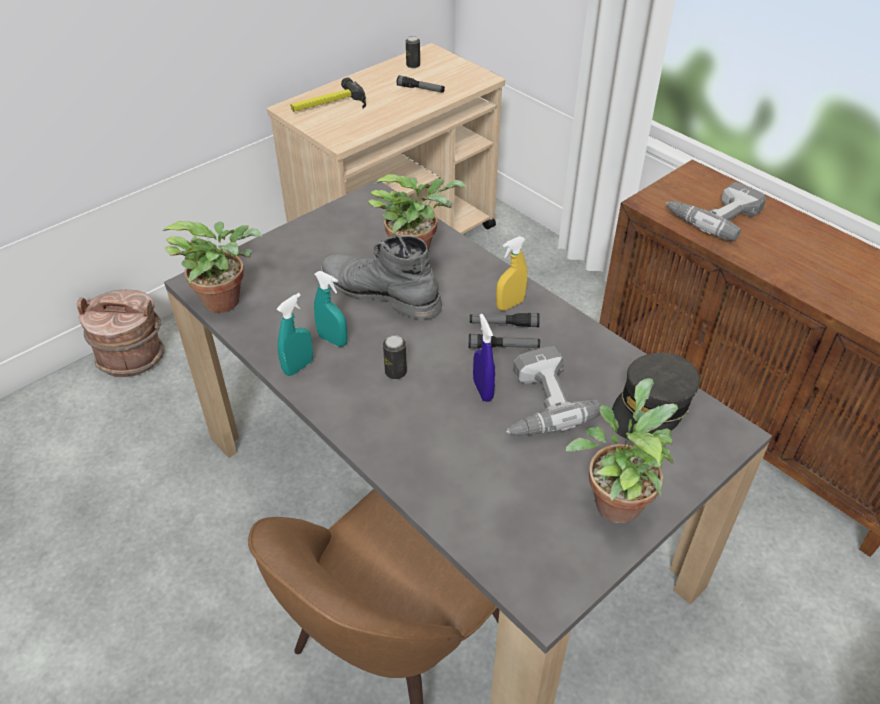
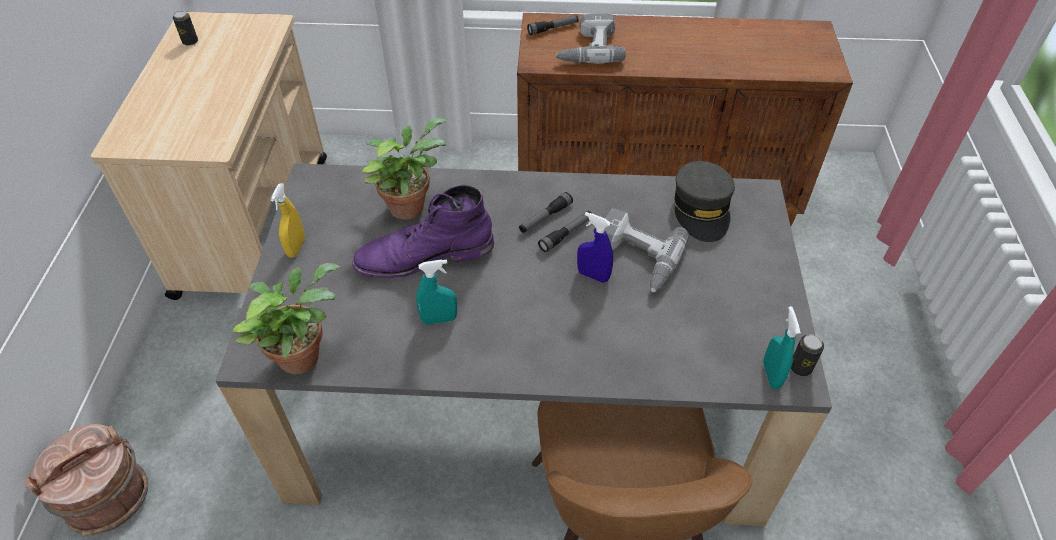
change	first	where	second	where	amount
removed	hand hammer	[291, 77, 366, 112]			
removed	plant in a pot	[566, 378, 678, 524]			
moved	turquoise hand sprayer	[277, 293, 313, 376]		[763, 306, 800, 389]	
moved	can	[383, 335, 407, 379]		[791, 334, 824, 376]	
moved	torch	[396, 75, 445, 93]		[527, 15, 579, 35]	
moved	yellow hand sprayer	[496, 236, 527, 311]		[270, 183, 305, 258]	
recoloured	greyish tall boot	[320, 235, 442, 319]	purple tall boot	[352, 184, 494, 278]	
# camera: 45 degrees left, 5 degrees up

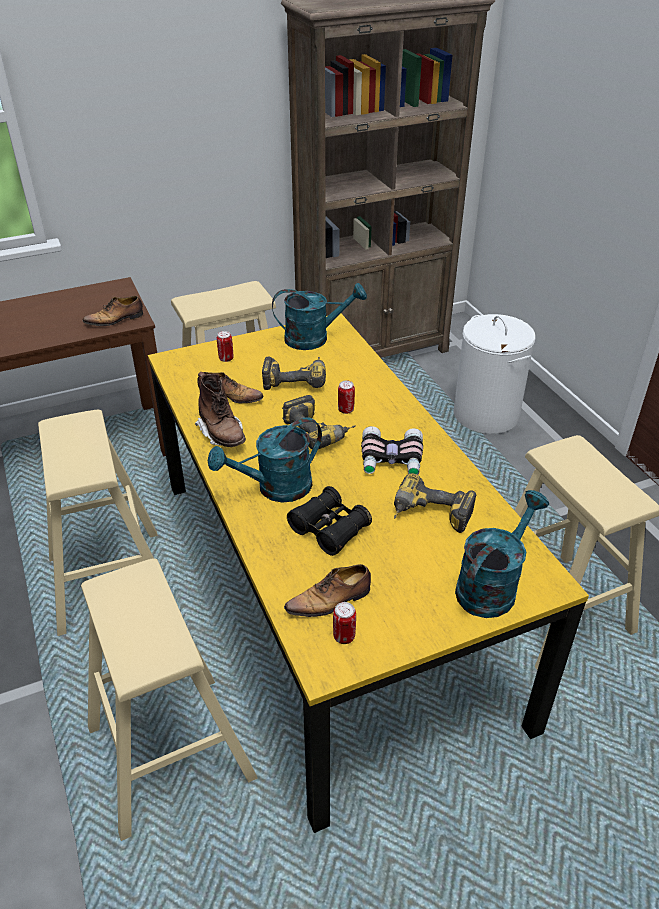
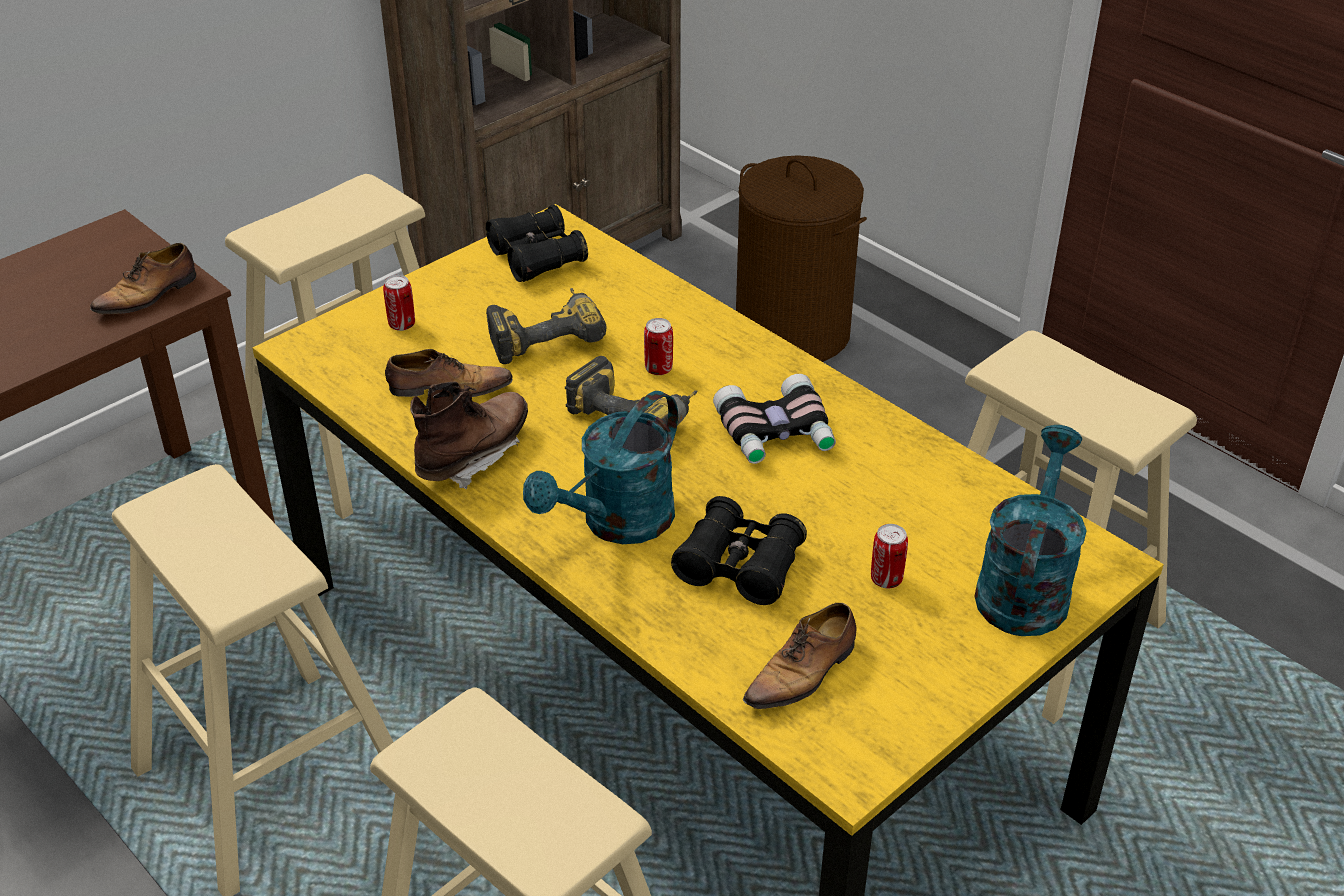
change	first	where	second	where	amount
removed	power drill	[394, 473, 476, 533]			
moved	can	[333, 602, 356, 644]		[871, 524, 908, 588]	
replaced	turquoise watering can	[272, 283, 367, 350]	blackish binoculars	[486, 205, 588, 282]	
recoloured	whitish hamper	[453, 314, 536, 434]	brown hamper	[736, 155, 867, 362]	
turned	brown tall boot	[195, 372, 246, 447]		[410, 381, 528, 489]	90 degrees counterclockwise
# camera: 20 degrees left, 0 degrees up

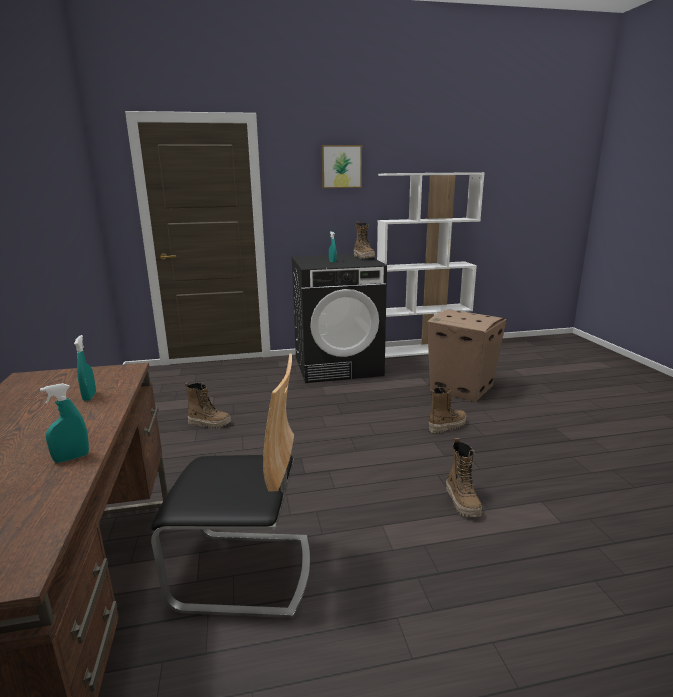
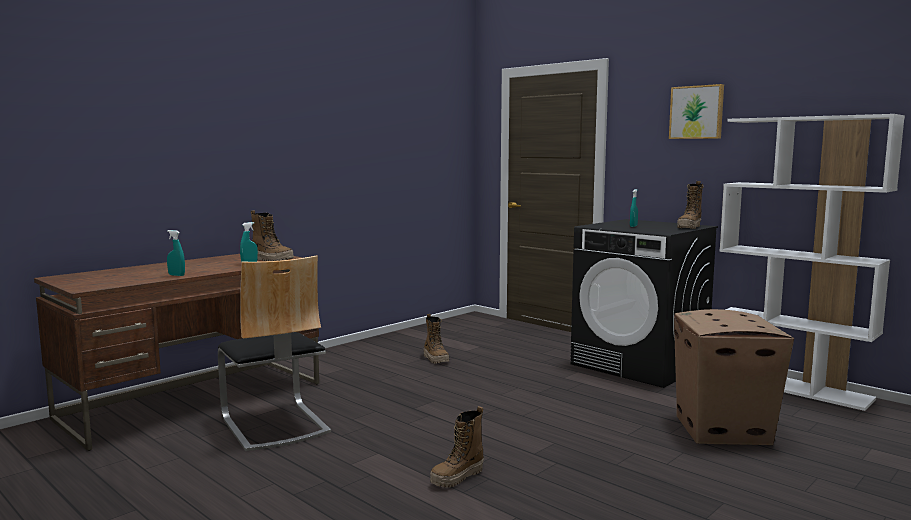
change	first	where	second	where	amount
moved	tall boot	[429, 387, 467, 433]		[251, 210, 294, 261]	
# camera: 55 degrees right, 10 degrees down

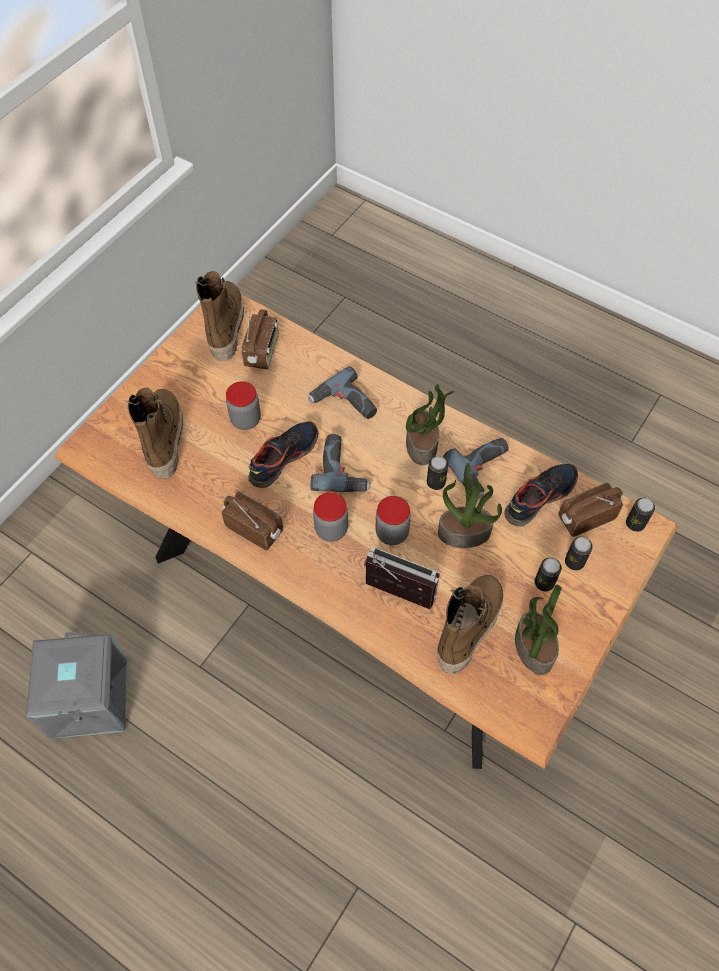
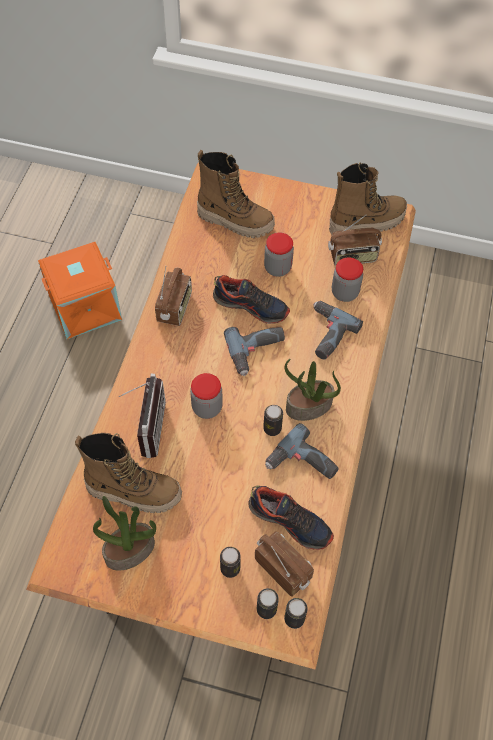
change	first	where	second	where	amount
removed	plant in a pot	[438, 463, 502, 548]			
moved	jar	[313, 492, 348, 542]		[332, 257, 363, 302]	
moved	can	[535, 558, 562, 592]		[257, 588, 279, 619]	
recoloured	greyish storage bin	[26, 631, 128, 739]	orangey storage bin	[38, 242, 122, 339]	
turned	tall boot	[126, 387, 183, 479]		[197, 150, 275, 238]	45 degrees clockwise
# camera: 70 degrees right, 0 degrees up

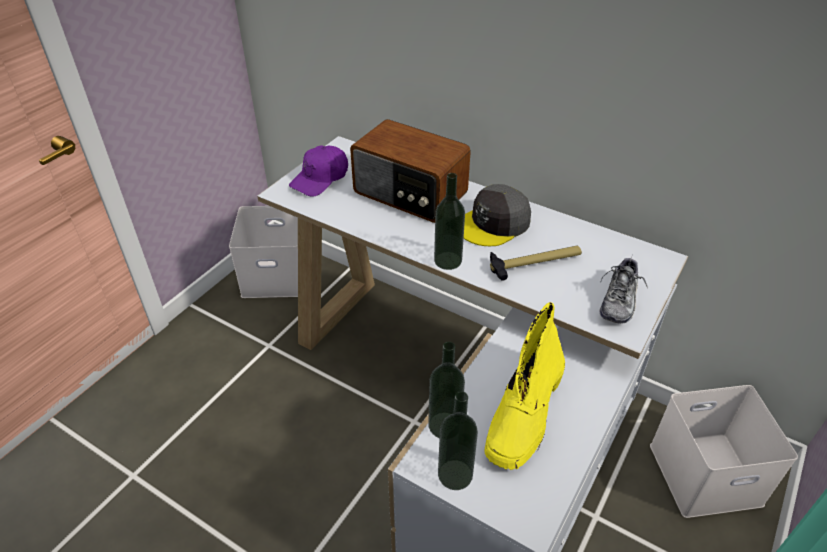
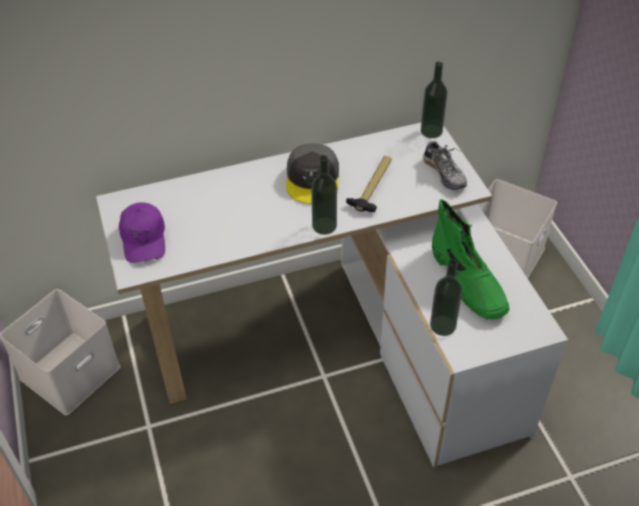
change	first	where	second	where	amount
removed	radio set	[350, 119, 471, 223]			
moved	drink bottle	[438, 391, 478, 490]		[421, 62, 448, 138]	
recoloured	yellow tall boot	[484, 302, 565, 470]	green tall boot	[432, 199, 509, 320]	
# camera: 50 degrees left, 5 degrees up

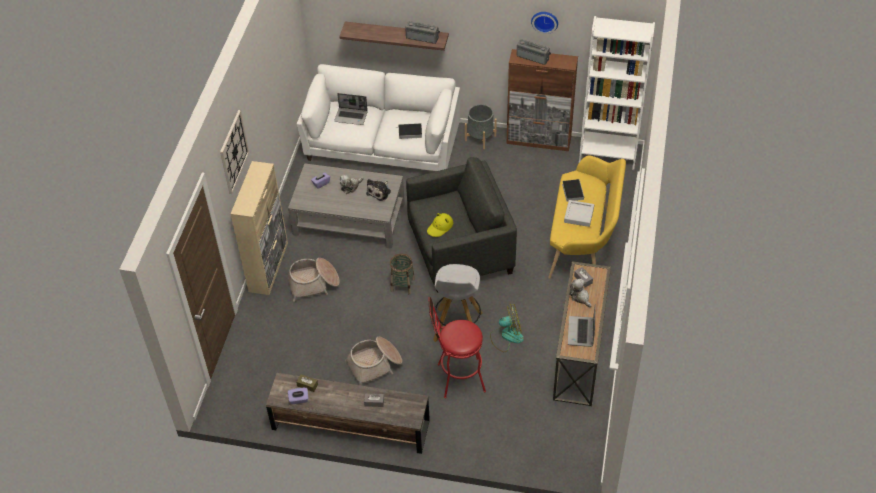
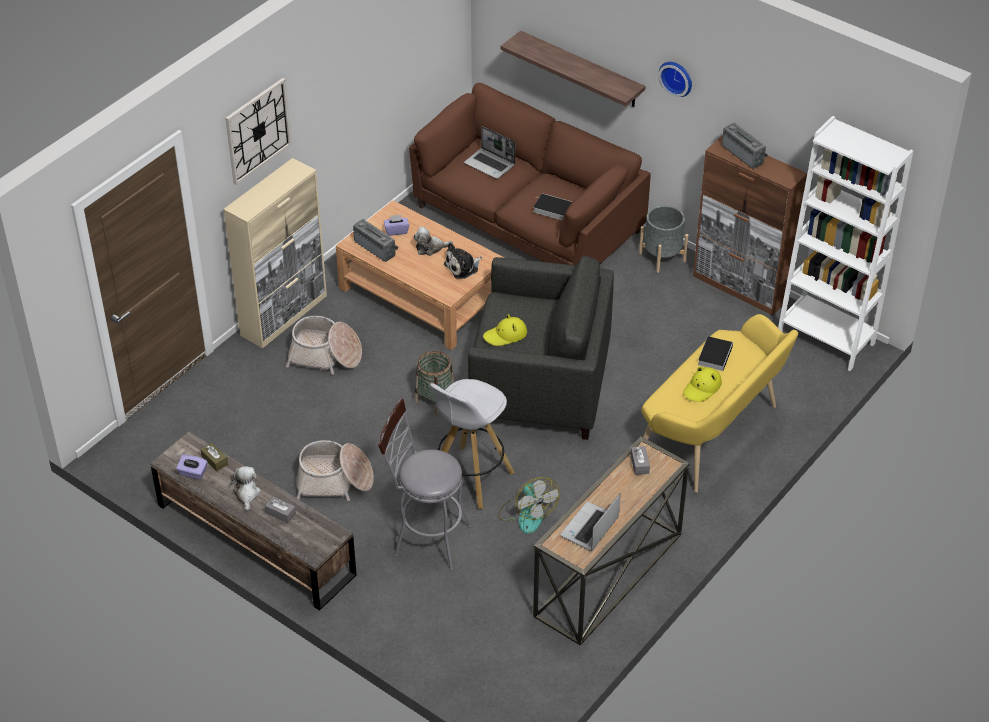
change	first	where	second	where	amount
moved	radio set	[405, 21, 440, 44]		[353, 219, 398, 262]	
moved	wall clock	[531, 12, 558, 34]		[658, 62, 692, 97]	
moved	soft toy	[570, 279, 591, 308]		[230, 466, 261, 511]	
replaced	greyish tray	[564, 200, 594, 227]	yellow clothing hat	[683, 366, 722, 402]	
recoloured	greyish lounge table	[288, 163, 405, 249]	brown lounge table	[336, 200, 505, 350]	
recoloured	whitish sofa	[297, 64, 460, 171]	brown sofa	[409, 83, 651, 266]	
recoloured	reddish stool	[429, 297, 486, 398]	greyish stool	[378, 398, 471, 571]	
turned	fan	[490, 303, 524, 352]		[498, 477, 559, 534]	45 degrees clockwise
# camera: 25 degrees right, 5 degrees down

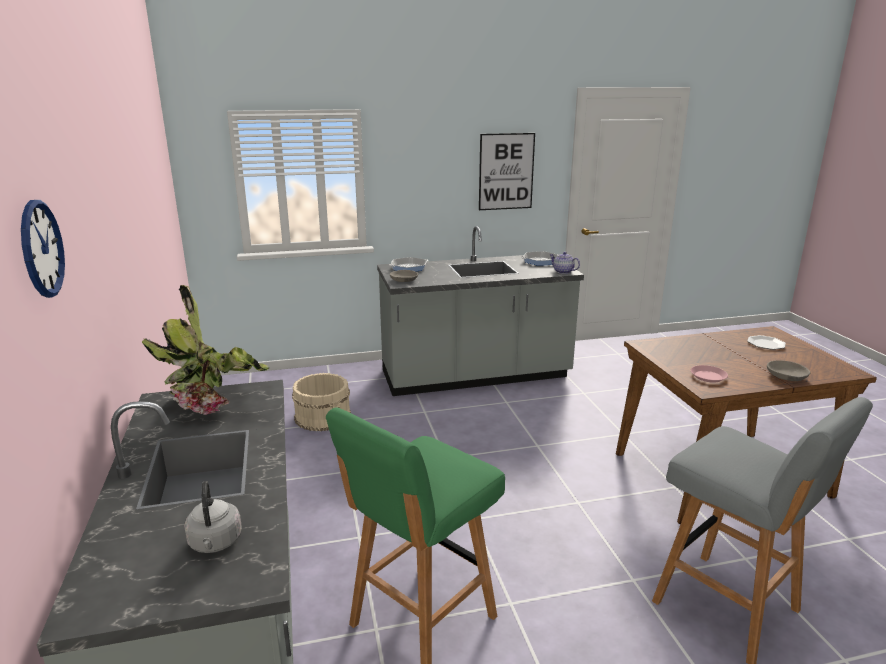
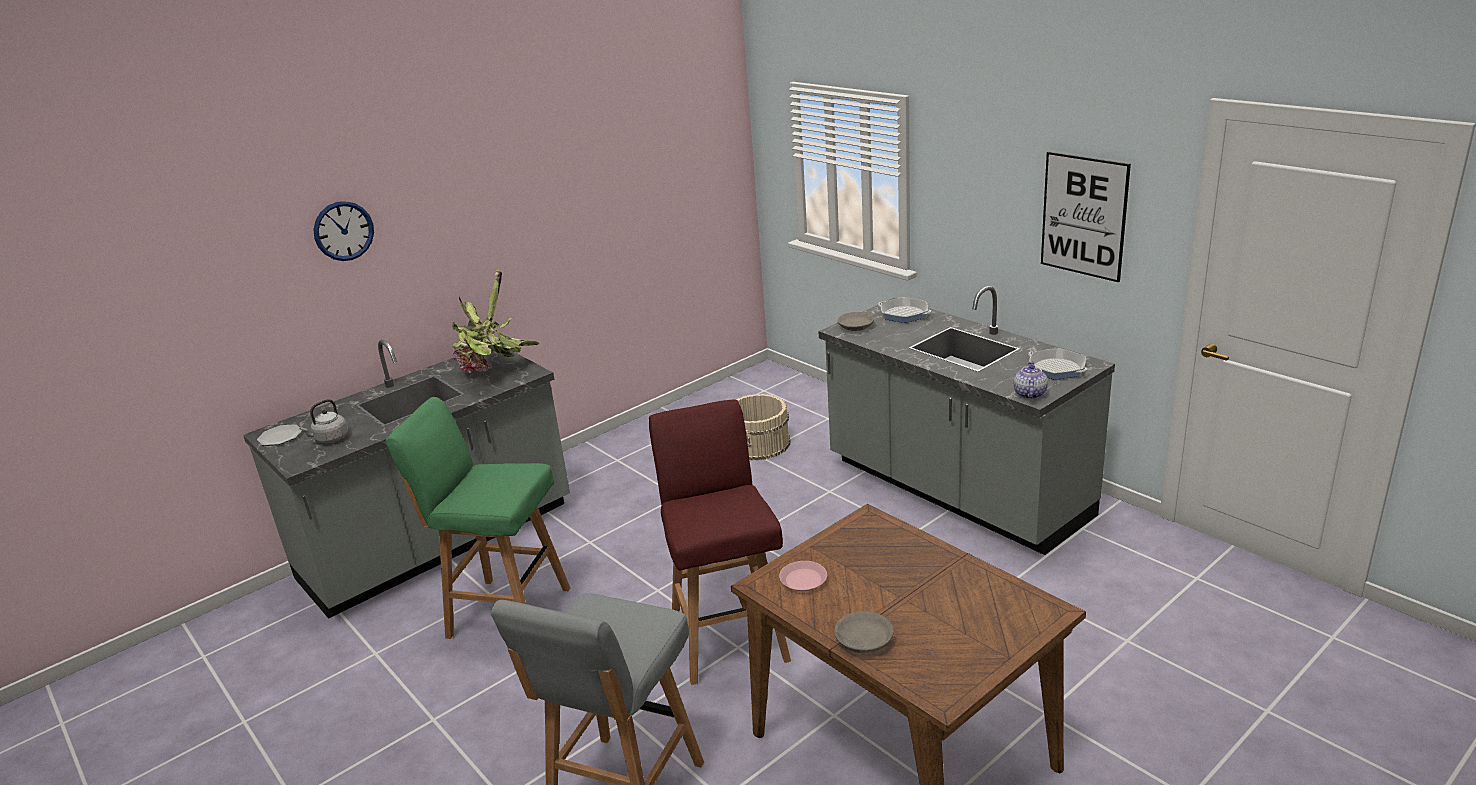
change	first	where	second	where	amount
added			reddish stool	[649, 399, 791, 685]	
moved	flat dish	[747, 335, 786, 350]		[257, 424, 302, 446]	
# camera: 65 degrees right, 5 degrees up

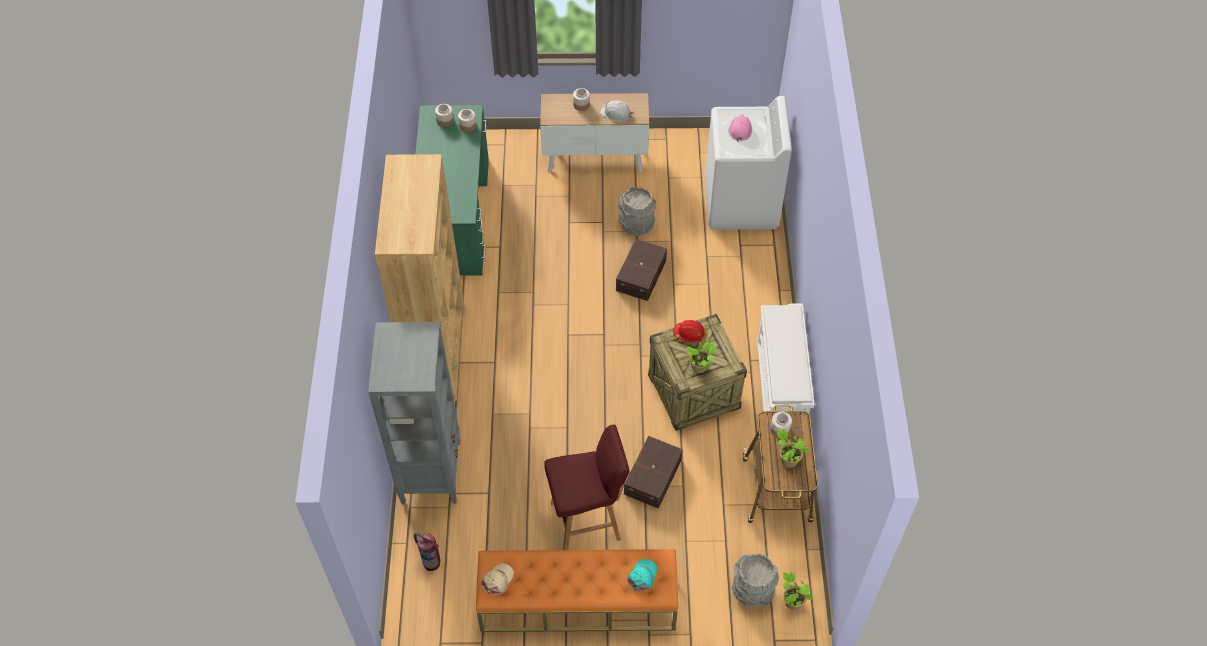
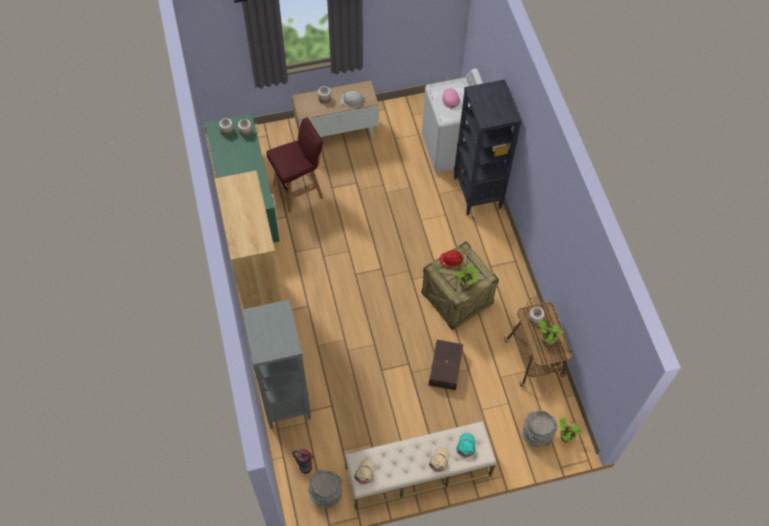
change	first	where	second	where	amount
removed	brown storage bin	[616, 239, 667, 301]			
removed	whitish shoe stand	[756, 303, 815, 435]			
added			beige-coloured cap	[429, 448, 450, 472]	
added			blackish bookcase	[454, 79, 522, 215]	
moved	reddish stool	[544, 425, 630, 550]		[266, 118, 323, 213]	
moved	greyish pail	[618, 187, 656, 236]		[308, 470, 343, 509]	
recoloured	orangey bench	[476, 549, 678, 632]	beige-coloured bench	[345, 421, 496, 510]	
# camera: 15 degrees left, 5 degrees up

